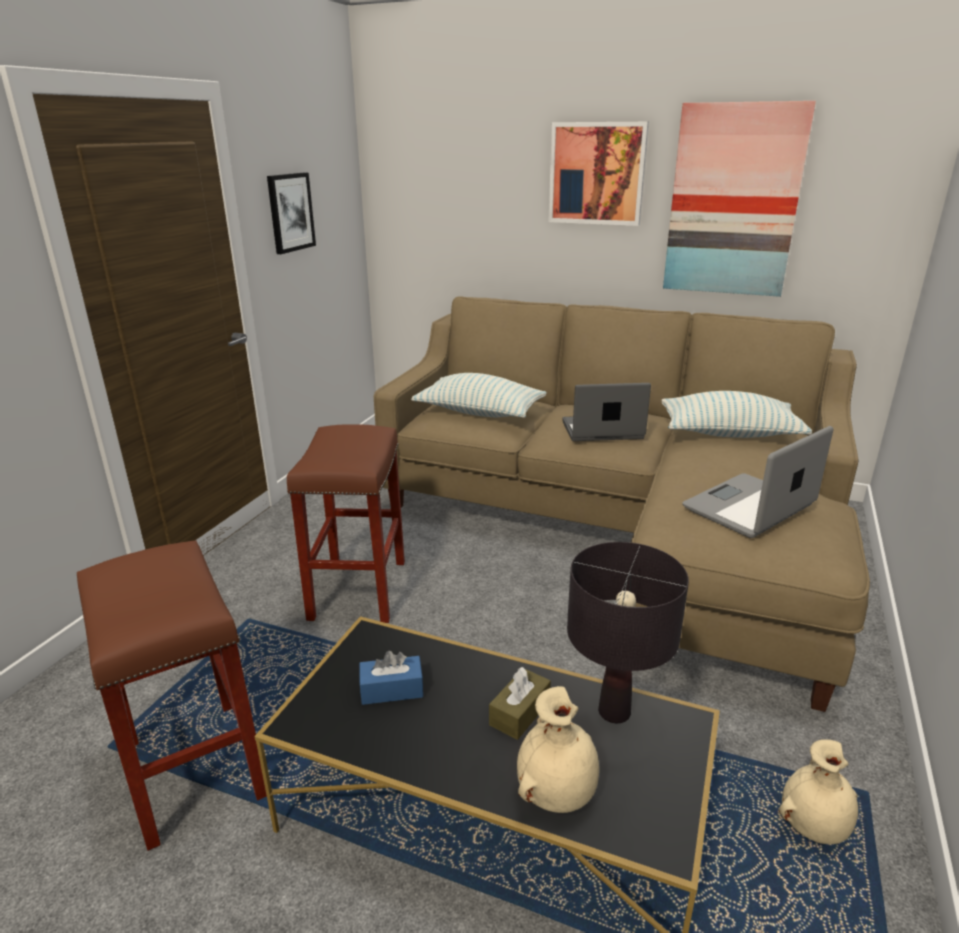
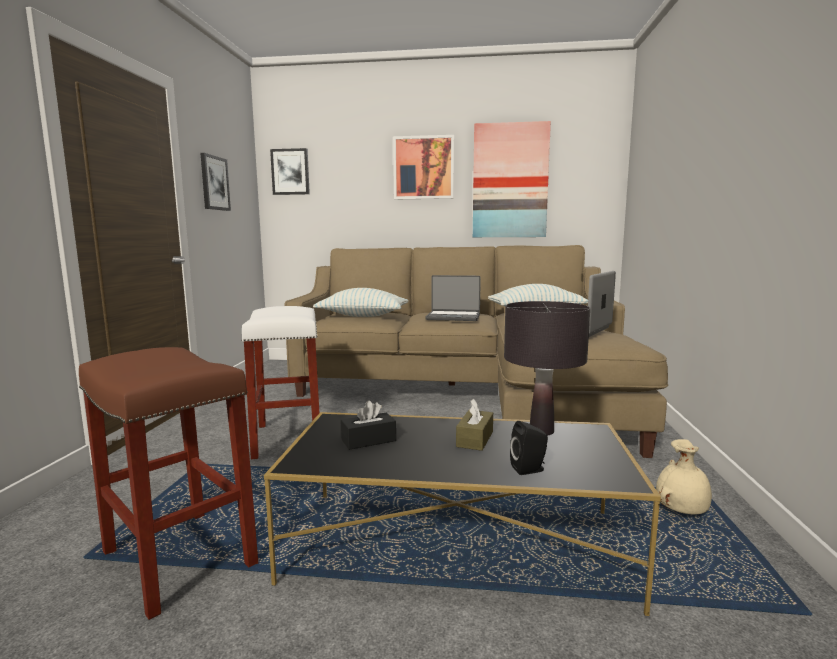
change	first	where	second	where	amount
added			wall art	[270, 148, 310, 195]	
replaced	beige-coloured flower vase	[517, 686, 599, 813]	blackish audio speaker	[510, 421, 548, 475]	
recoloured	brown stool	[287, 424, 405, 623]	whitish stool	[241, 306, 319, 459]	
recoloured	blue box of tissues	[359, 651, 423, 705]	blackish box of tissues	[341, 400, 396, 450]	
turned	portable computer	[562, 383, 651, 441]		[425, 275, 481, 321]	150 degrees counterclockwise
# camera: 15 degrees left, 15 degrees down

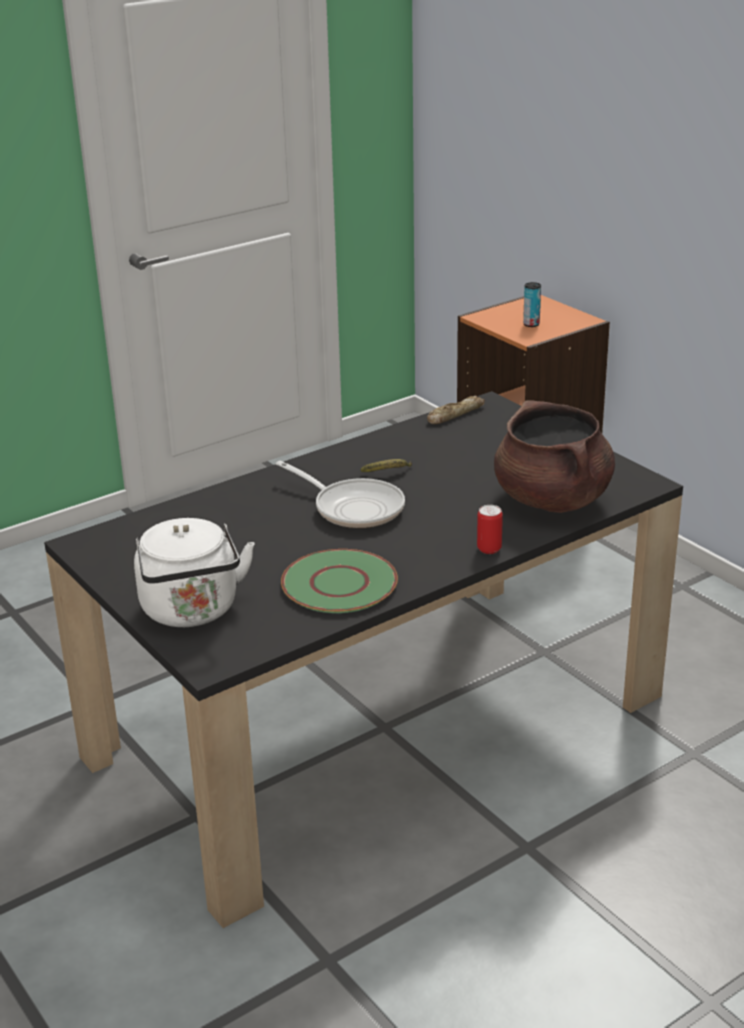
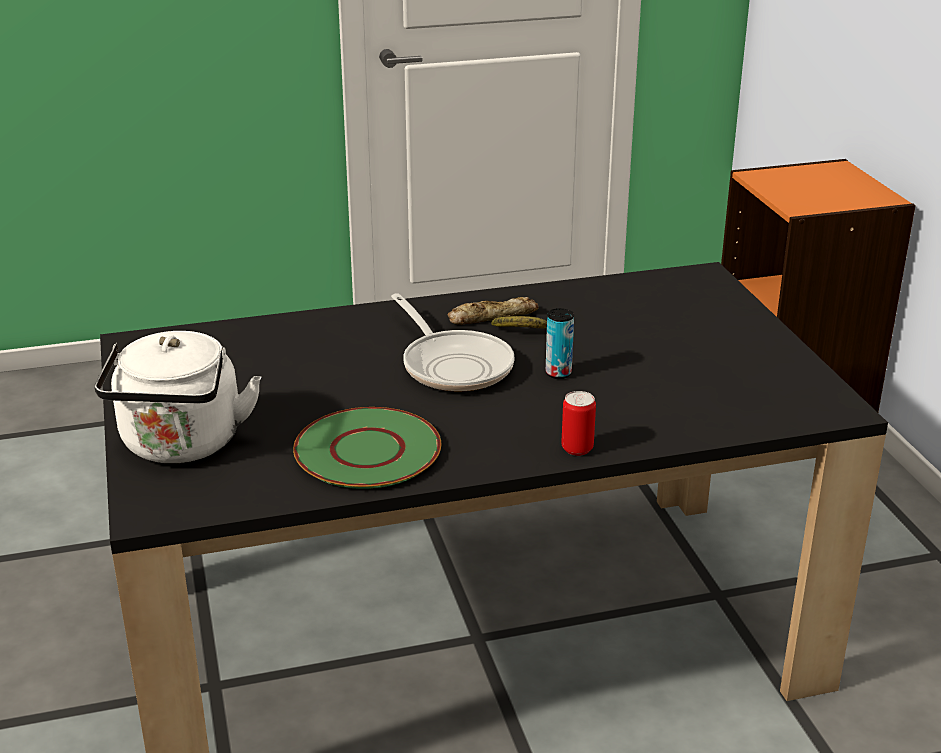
change	first	where	second	where	amount
removed	brown cooking pot	[494, 400, 615, 513]			
moved	bakery bread	[427, 396, 485, 424]		[448, 297, 539, 325]	
moved	can	[523, 282, 541, 327]		[545, 308, 574, 379]	
# camera: 20 degrees right, 0 degrees up

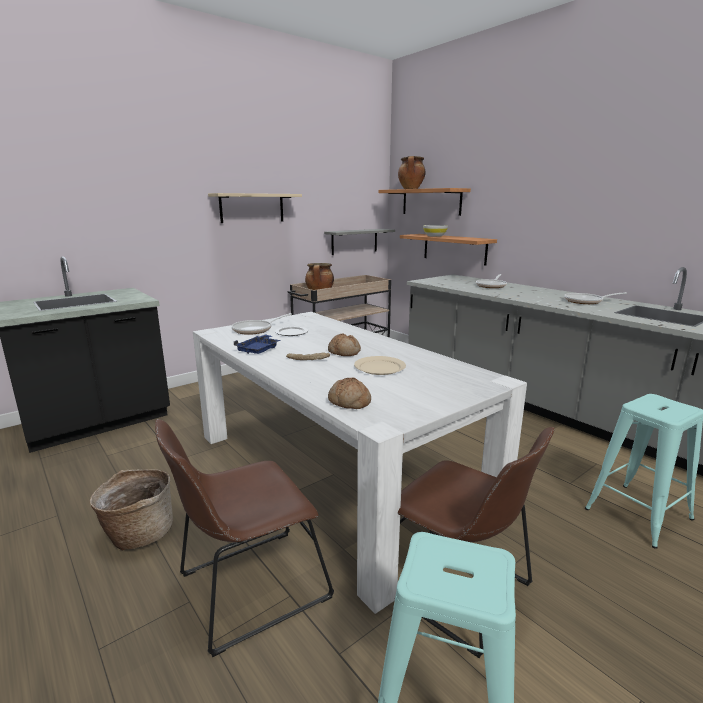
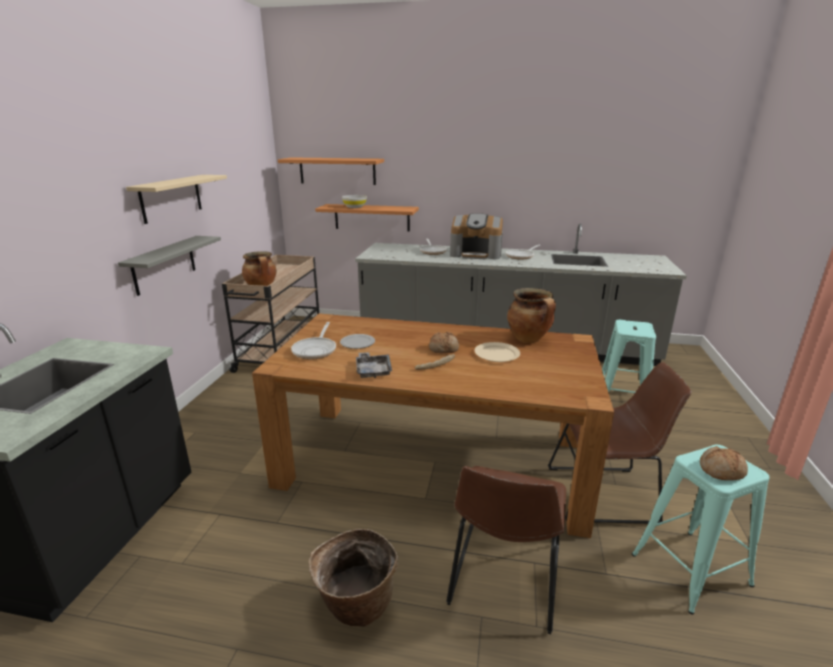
change	first	where	second	where	amount
added			coffee brewer	[450, 213, 503, 259]	
moved	greyish shelf	[324, 229, 395, 255]		[118, 236, 221, 296]	
moved	bakery bread	[328, 378, 371, 409]		[700, 446, 748, 480]	
moved	cooking pot	[398, 156, 425, 189]		[507, 288, 556, 343]	
recoloured	whitish kitchen table	[193, 312, 527, 614]	brown kitchen table	[252, 313, 614, 538]	
recoloured	blue tray	[234, 334, 281, 354]	greyish tray	[356, 352, 392, 378]	
# camera: 40 degrees left, 5 degrees up

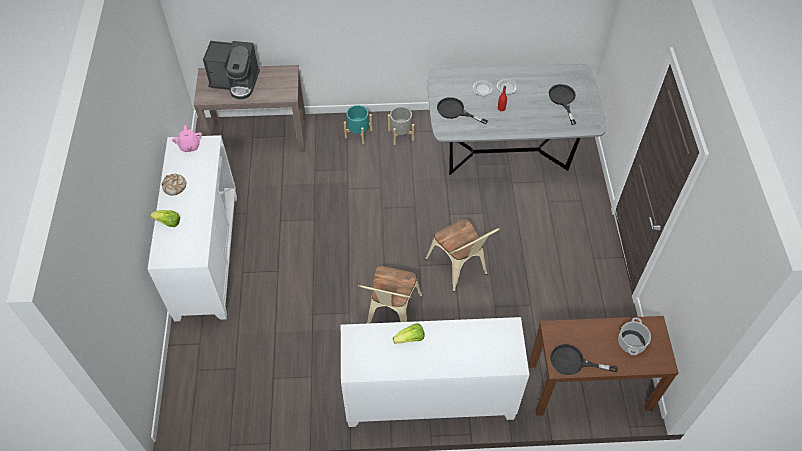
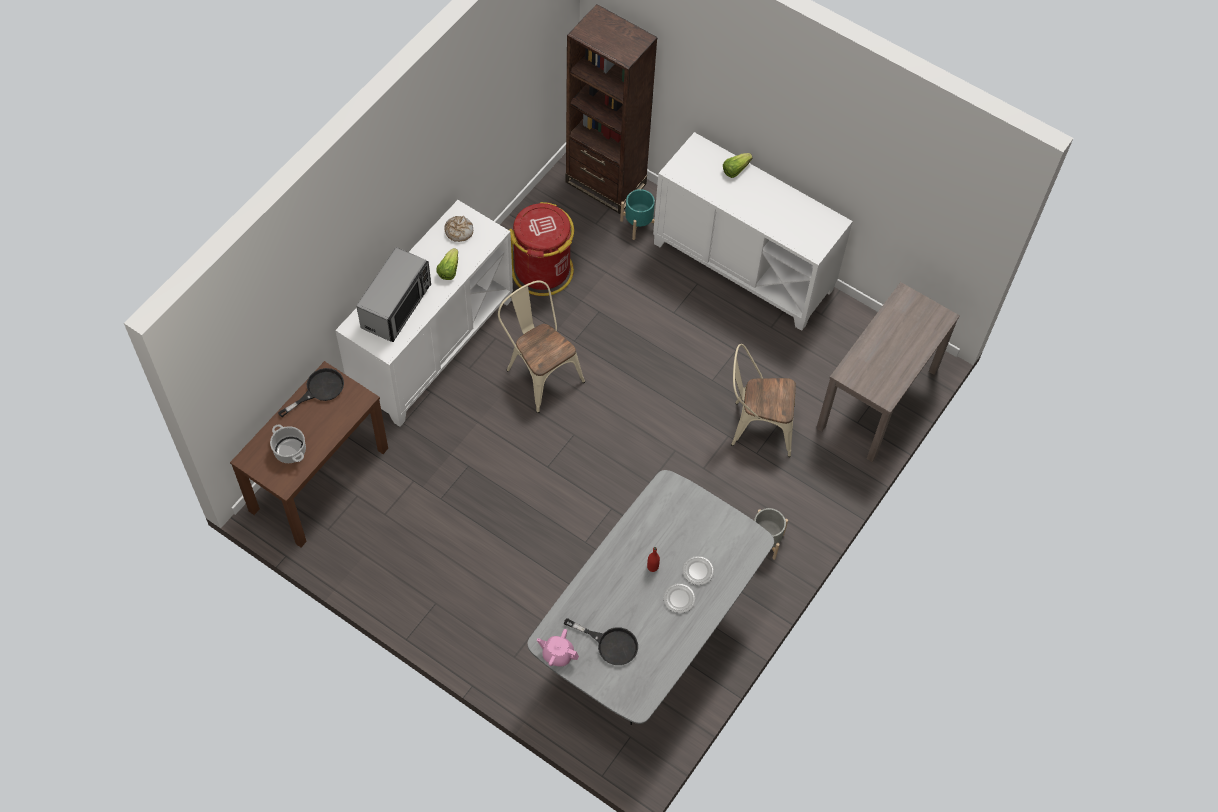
change	first	where	second	where	amount
removed	coffee brewer	[203, 41, 260, 100]			
removed	blackish skillet	[437, 97, 488, 124]			
added			microwave	[356, 247, 431, 342]	
added			reddish waste bin	[509, 202, 574, 296]	
added			brown bookcase	[565, 4, 658, 214]	
moved	bakery bread	[162, 174, 186, 196]		[445, 216, 473, 242]	
moved	pink tea pot	[172, 125, 202, 152]		[537, 629, 579, 667]	
moved	turquoise plant pot	[344, 105, 372, 144]		[620, 189, 655, 240]	
moved	beige-coloured plain chair	[425, 219, 500, 292]		[731, 344, 796, 457]	
# camera: 125 degrees right, 5 degrees up

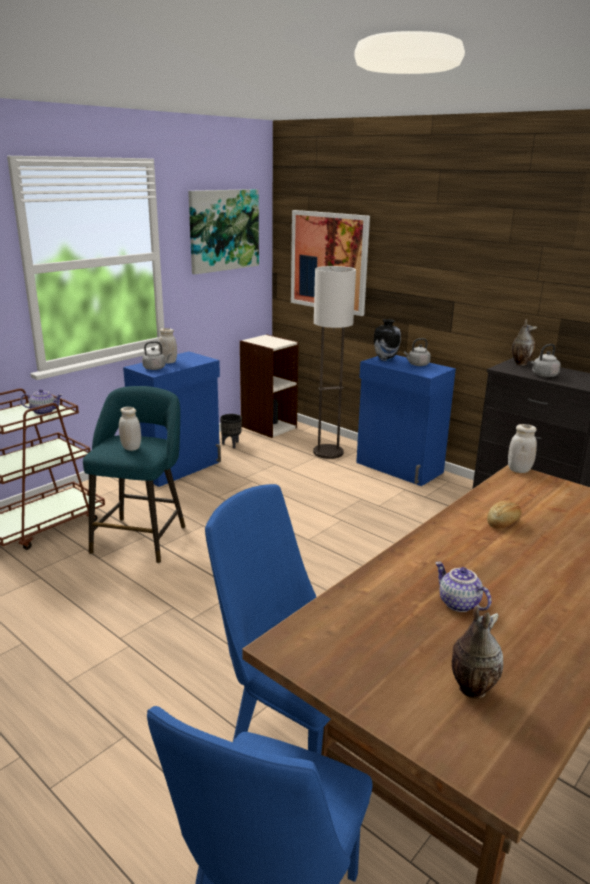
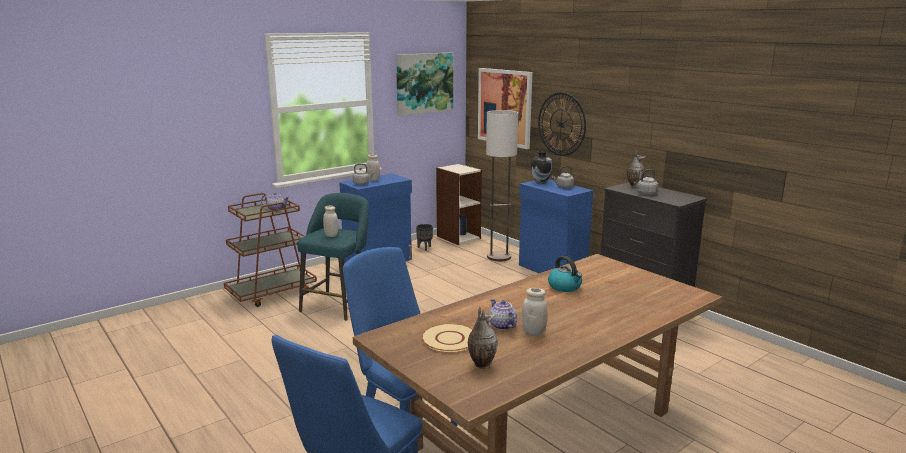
change	first	where	second	where	amount
added			beige-coloured flat dish	[421, 323, 473, 352]	
added			wall clock	[538, 93, 586, 156]	
moved	whitish jar	[508, 424, 537, 473]		[522, 288, 547, 336]	
replaced	bakery bread	[487, 500, 521, 529]	water kettle	[548, 256, 582, 292]	
# camera: 10 degrees right, 5 degrees down

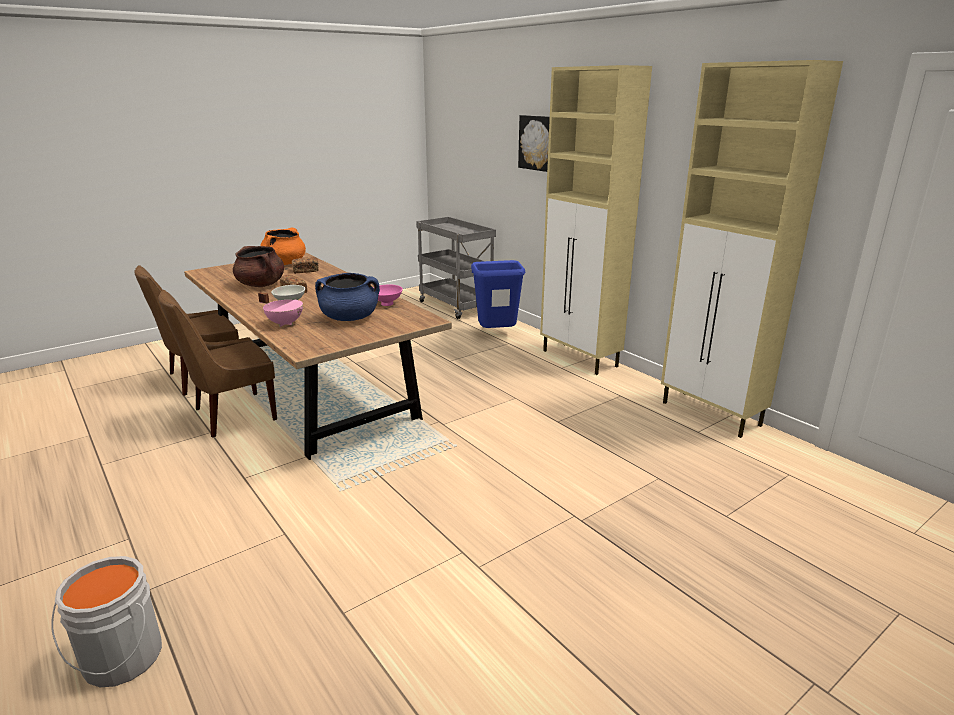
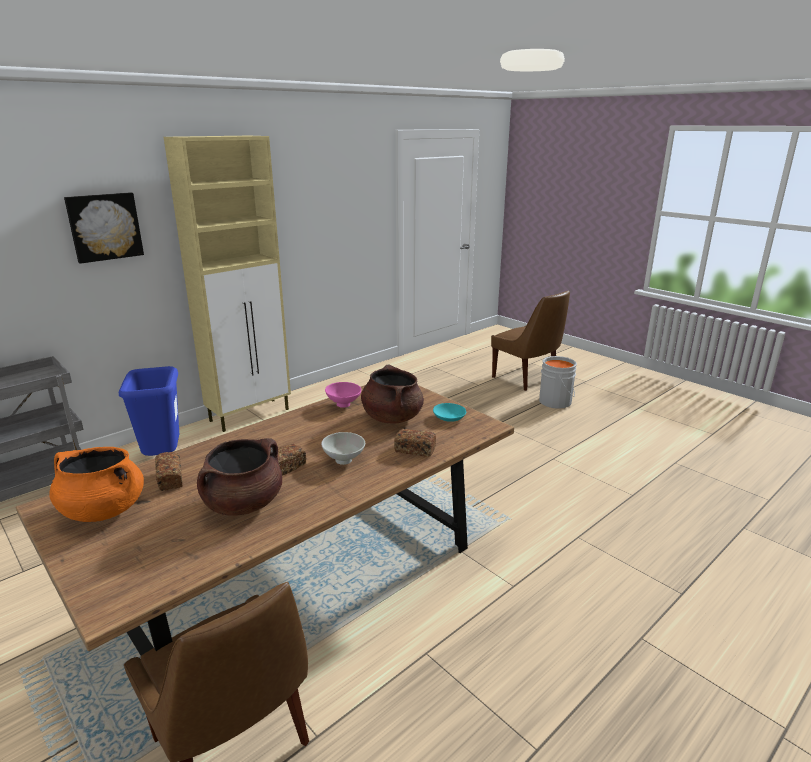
change	first	where	second	where	amount
removed	beige-coloured cabinet	[661, 60, 843, 438]			
added			turquoise serving bowl	[433, 403, 467, 422]	
moved	greyish pail	[51, 556, 162, 687]		[539, 356, 577, 409]	
moved	brown plain chair	[158, 290, 277, 437]		[491, 290, 570, 391]	
replaced	pink cooking pot	[258, 292, 303, 327]	bakery bread	[394, 429, 436, 457]	
recoloured	blue cooking pot	[315, 273, 380, 321]	brown cooking pot	[361, 364, 424, 424]	
# camera: 95 degrees left, 0 degrees up

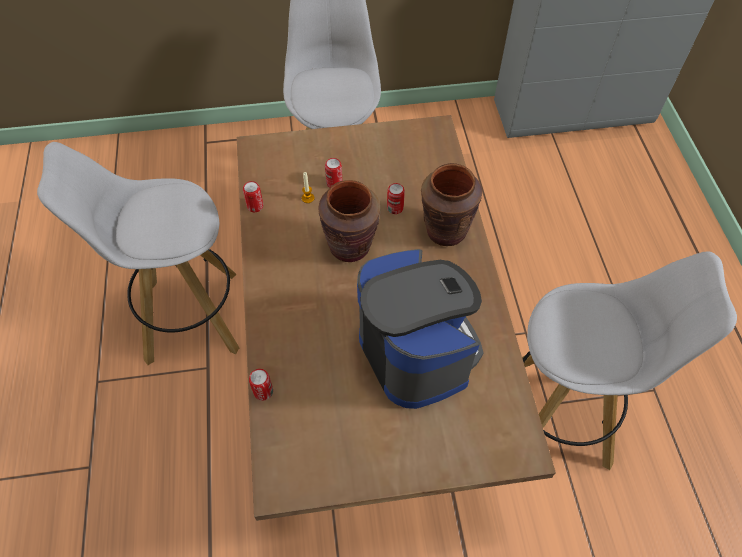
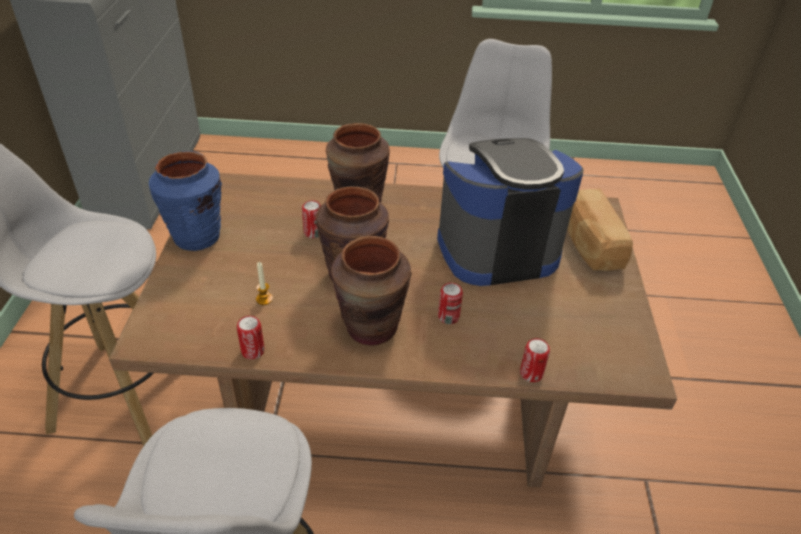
change	first	where	second	where	amount
added			blue flower vase	[149, 151, 222, 251]	
added			brown flower vase	[331, 236, 412, 346]	
added			bakery bread	[567, 188, 633, 271]	
moved	can	[325, 158, 342, 188]		[438, 283, 463, 324]	
# camera: 80 degrees left, 15 degrees down

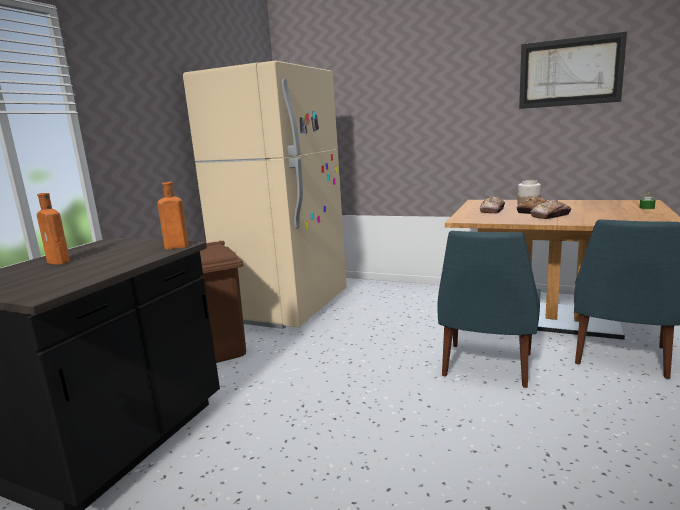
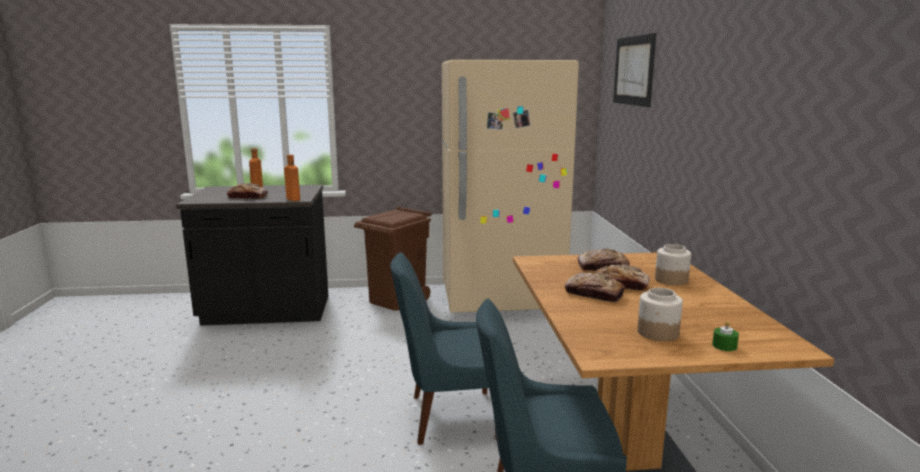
change	first	where	second	where	amount
added			bakery bread	[227, 183, 268, 199]	
added			jar	[637, 288, 683, 341]	
moved	wall art	[519, 32, 627, 109]		[613, 33, 656, 107]	
# camera: 60 degrees right, 0 degrees up

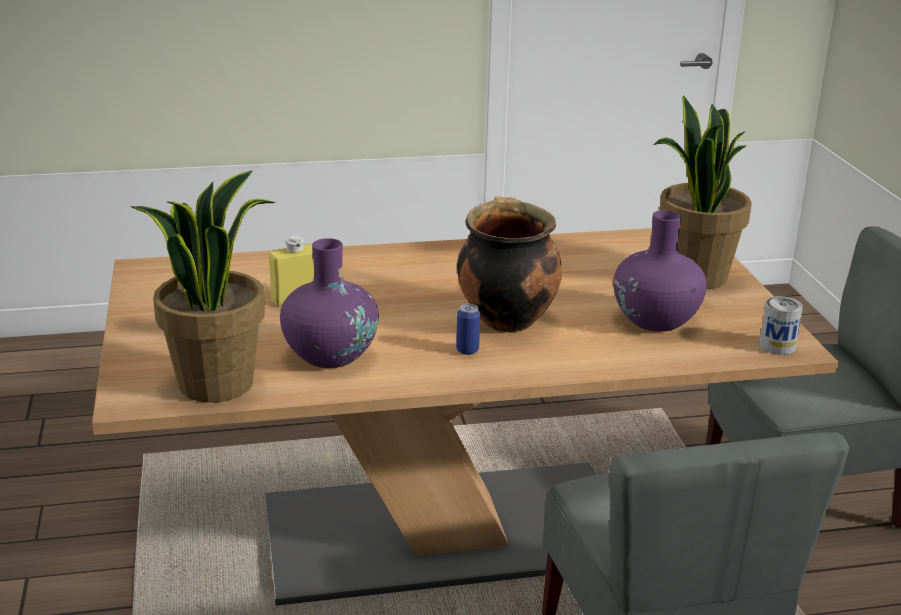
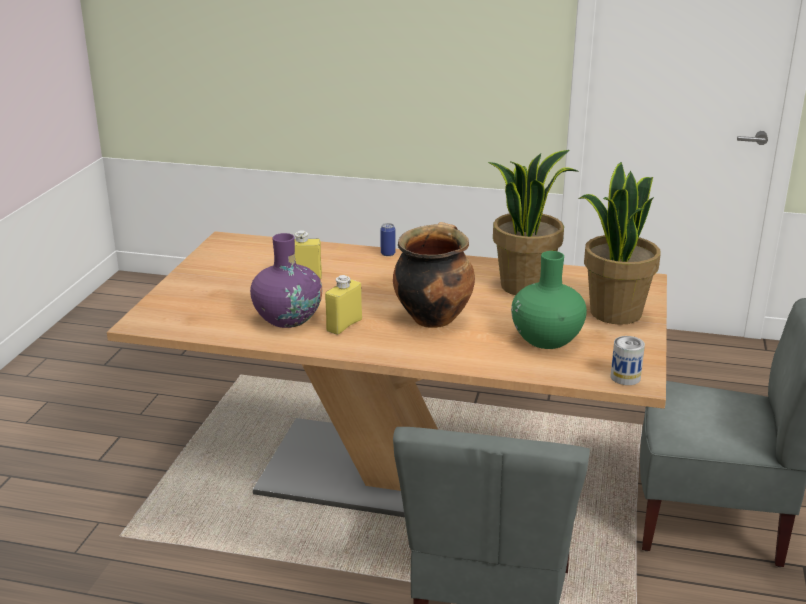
change	first	where	second	where	amount
added			yellow drink bottle	[325, 275, 362, 335]	
moved	plant in a pot	[130, 171, 276, 403]		[488, 150, 580, 295]	
moved	can	[456, 304, 480, 355]		[380, 223, 395, 256]	
recoloured	purple flower vase	[614, 210, 707, 332]	green flower vase	[511, 251, 587, 349]	
# camera: 25 degrees right, 0 degrees up

